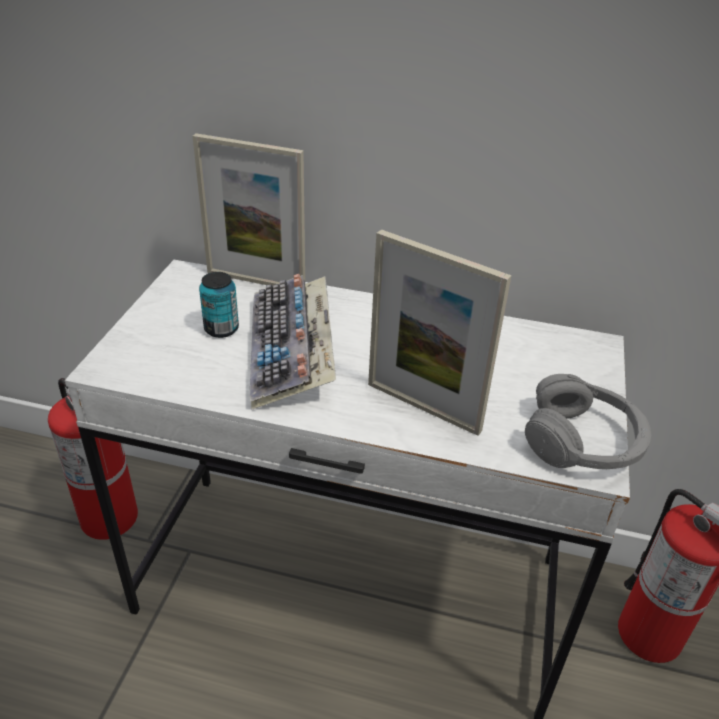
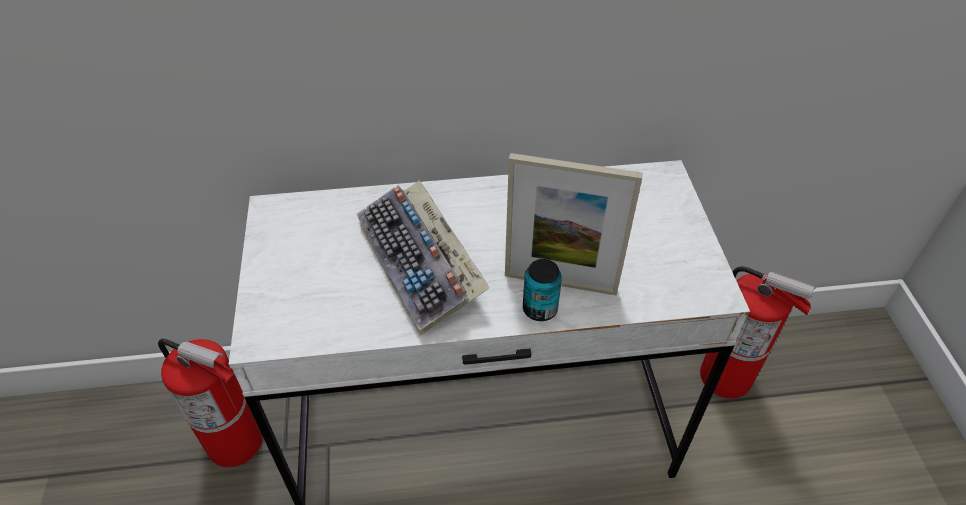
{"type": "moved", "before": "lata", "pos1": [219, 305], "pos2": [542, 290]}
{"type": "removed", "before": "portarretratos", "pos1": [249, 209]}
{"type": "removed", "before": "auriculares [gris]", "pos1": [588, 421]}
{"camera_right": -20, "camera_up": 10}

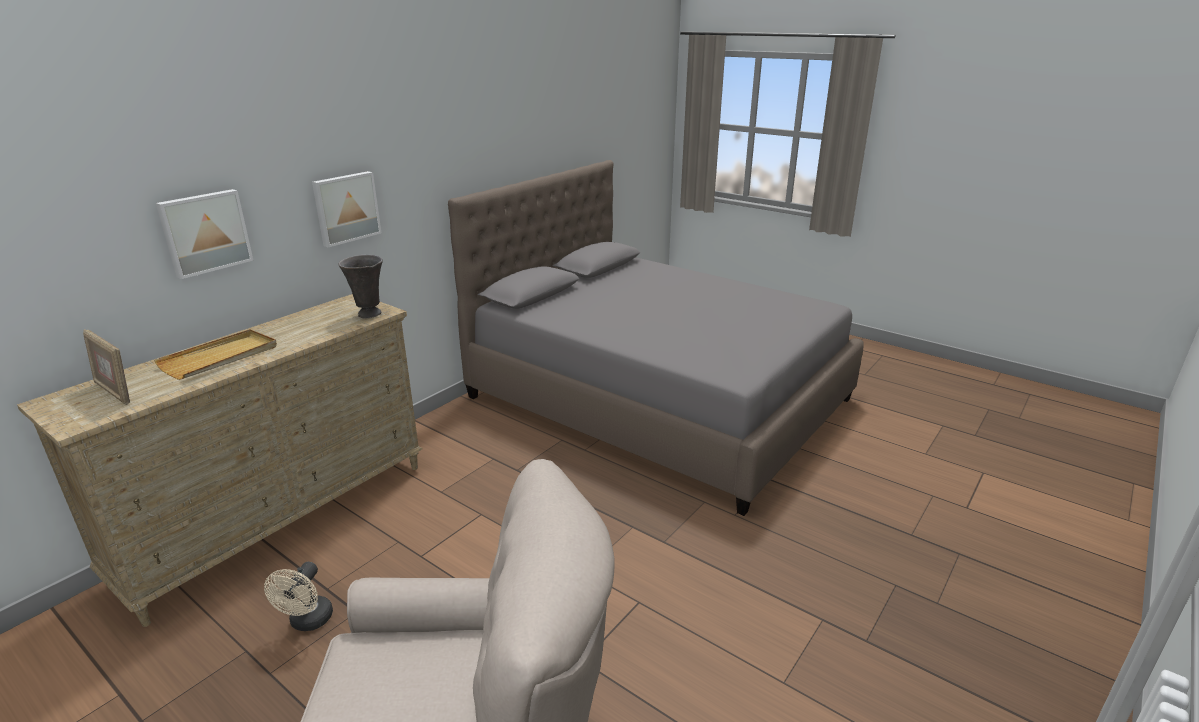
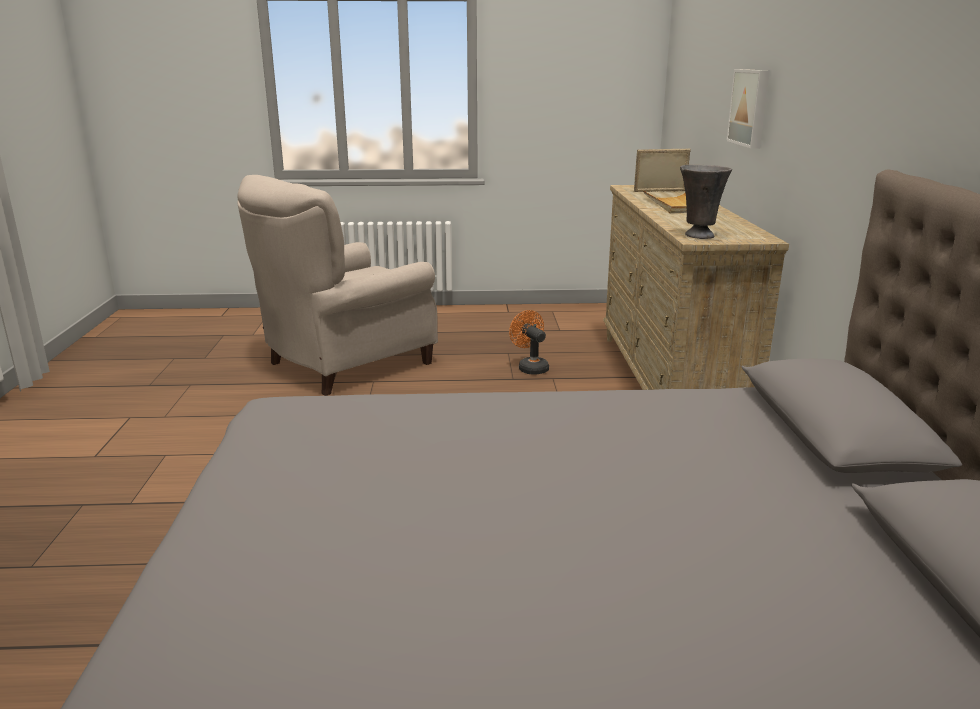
{"type": "recoloured", "before": "ventilador [beis]", "after": "ventilador [naranja]", "pos1": [298, 596], "pos2": [529, 342]}
{"type": "removed", "before": "cuadro", "pos1": [347, 209]}
{"camera_right": 140, "camera_up": -5}

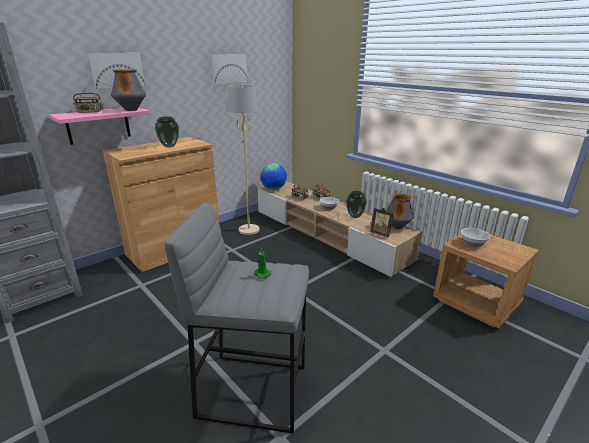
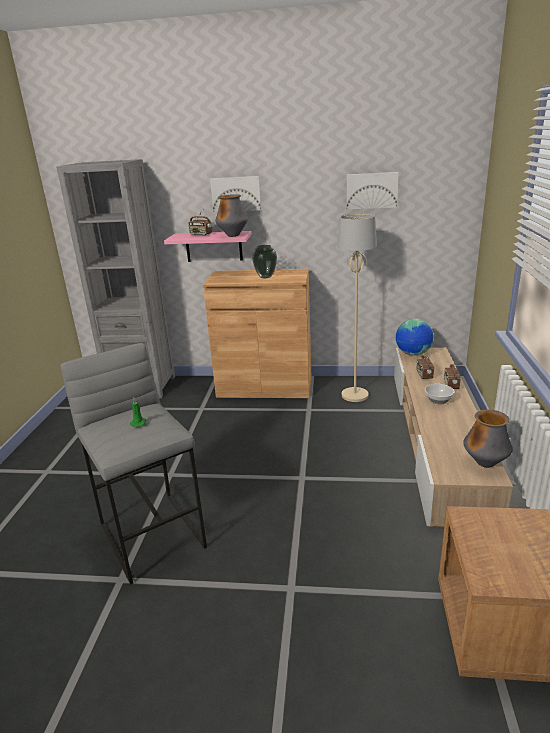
{"type": "removed", "before": "florero", "pos1": [356, 204]}
{"type": "removed", "before": "portarretratos", "pos1": [381, 222]}
{"type": "removed", "before": "cuenco", "pos1": [475, 237]}
{"camera_right": 50, "camera_up": 0}

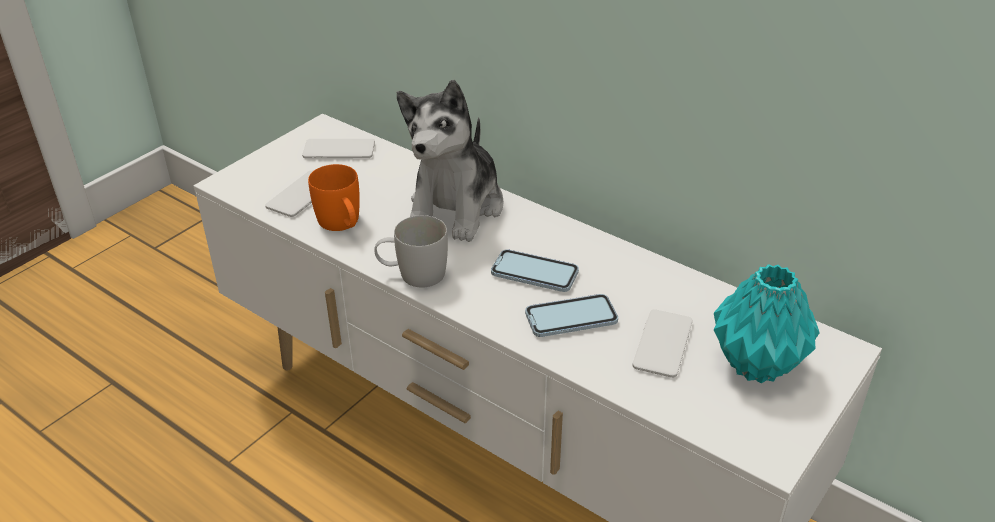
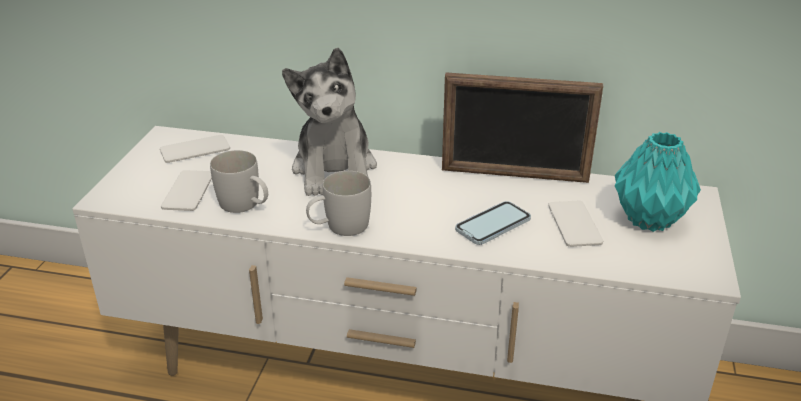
{"type": "recoloured", "before": "taza grande [naranja]", "after": "taza grande [blanco]", "pos1": [334, 197], "pos2": [239, 181]}
{"type": "added", "after": "portarretratos", "pos2": [522, 128]}
{"type": "removed", "before": "móvil", "pos1": [535, 270]}
{"camera_right": -25, "camera_up": -5}

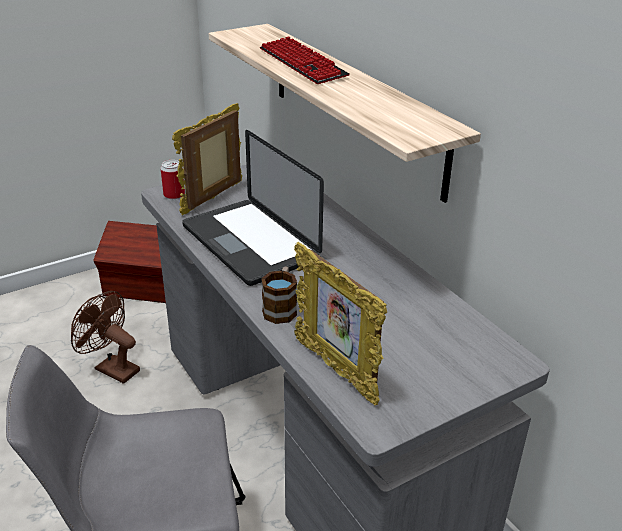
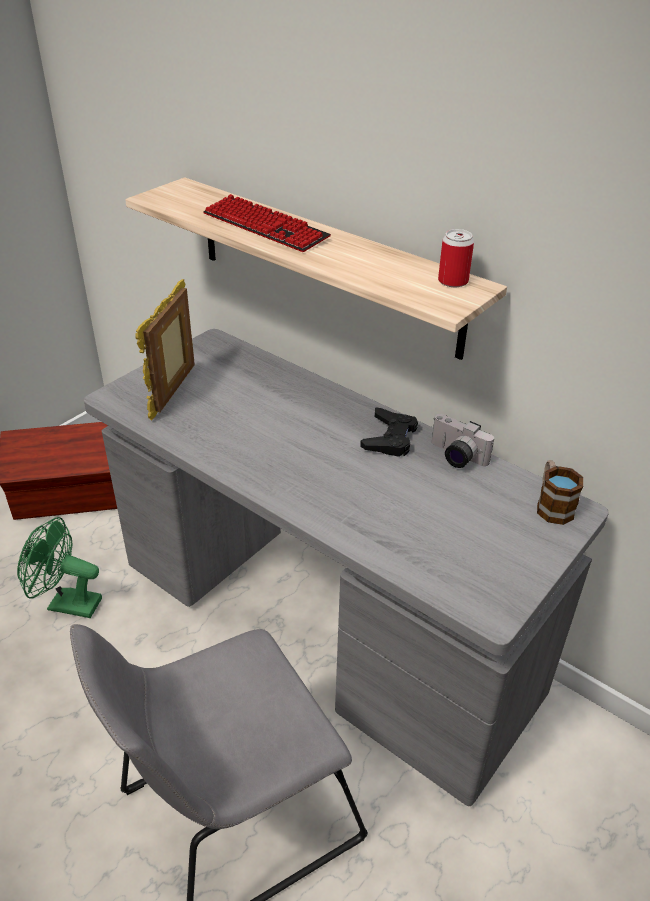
{"type": "recoloured", "before": "ventilador [marrón]", "after": "ventilador [verde]", "pos1": [105, 337], "pos2": [59, 567]}
{"type": "added", "after": "mando de consola [negro]", "pos2": [389, 432]}
{"type": "added", "after": "cámara", "pos2": [463, 441]}
{"type": "moved", "before": "lata", "pos1": [172, 179], "pos2": [456, 258]}
{"type": "moved", "before": "taza grande", "pos1": [279, 295], "pos2": [560, 492]}
{"type": "removed", "before": "portátil", "pos1": [253, 208]}
{"type": "removed", "before": "portarretratos", "pos1": [340, 323]}
{"camera_right": -20, "camera_up": 5}

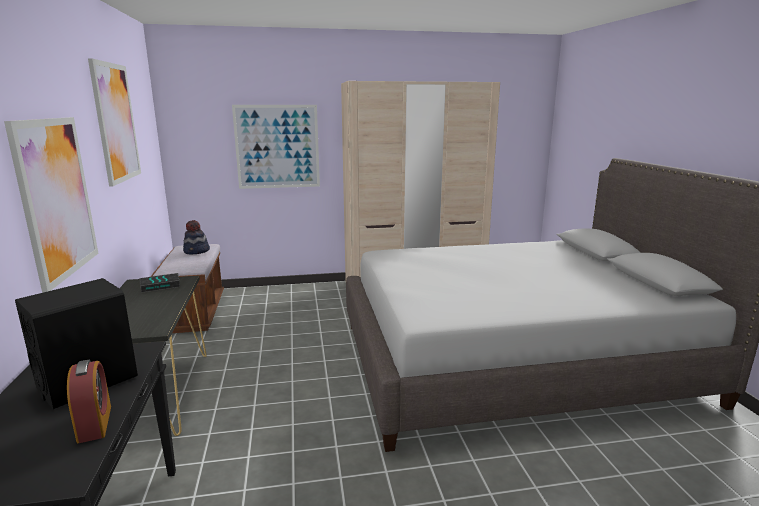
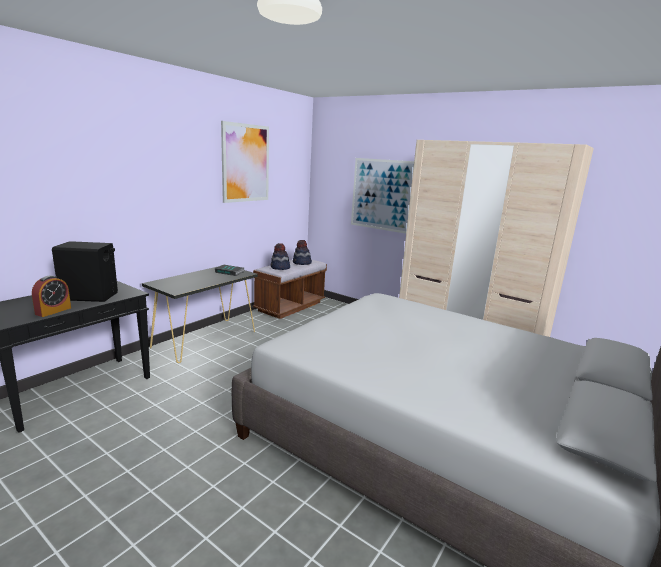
{"type": "added", "after": "sombrero", "pos2": [280, 256]}
{"type": "removed", "before": "cuadro", "pos1": [51, 205]}
{"camera_right": 45, "camera_up": 0}

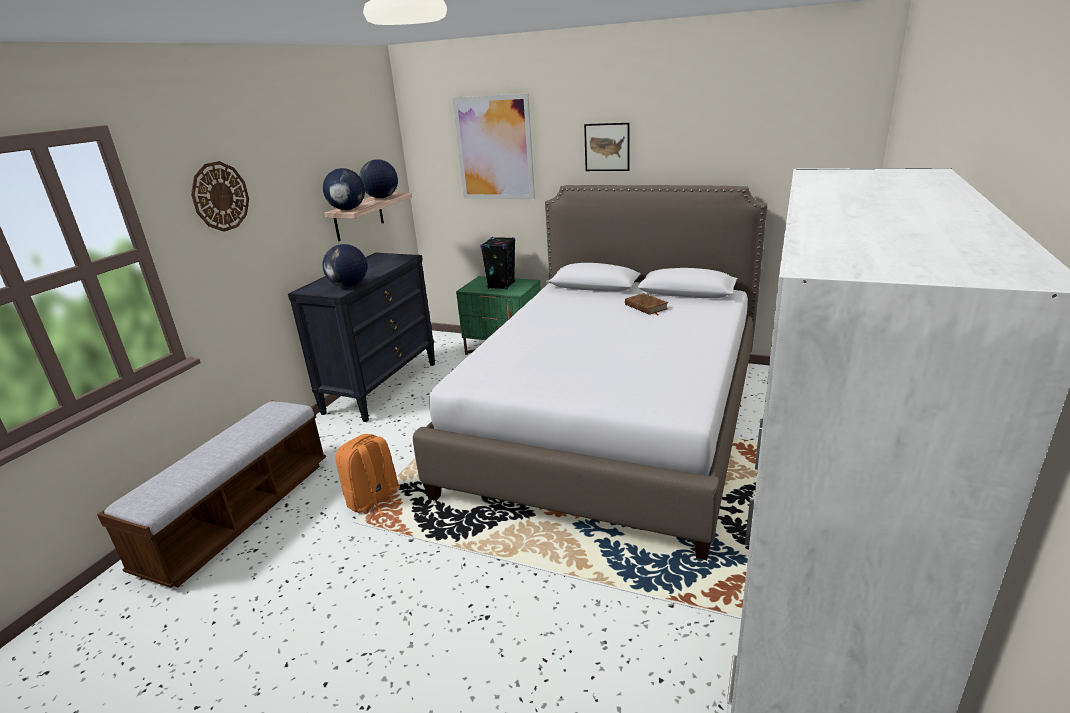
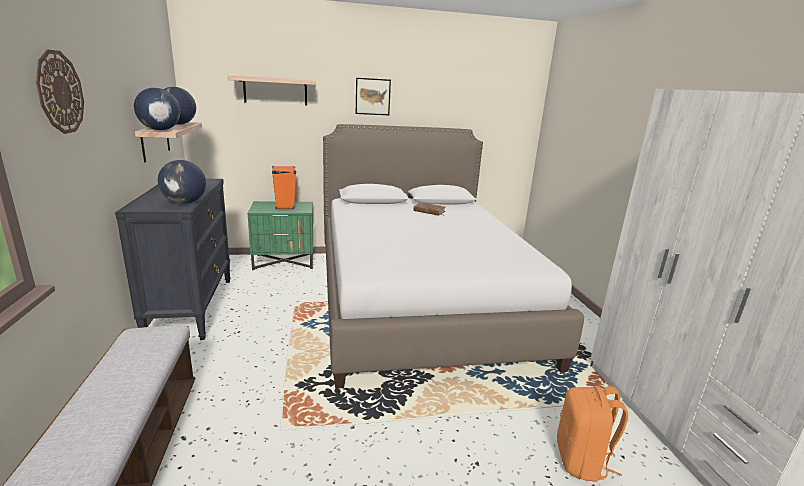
{"type": "replaced", "before": "cuadro", "after": "estante", "pos1": [494, 146], "pos2": [271, 90]}
{"type": "recoloured", "before": "altavoz [negro]", "after": "altavoz [naranja]", "pos1": [498, 263], "pos2": [284, 188]}
{"type": "moved", "before": "mochila [naranja]", "pos1": [369, 475], "pos2": [592, 434]}
{"camera_right": -35, "camera_up": -5}

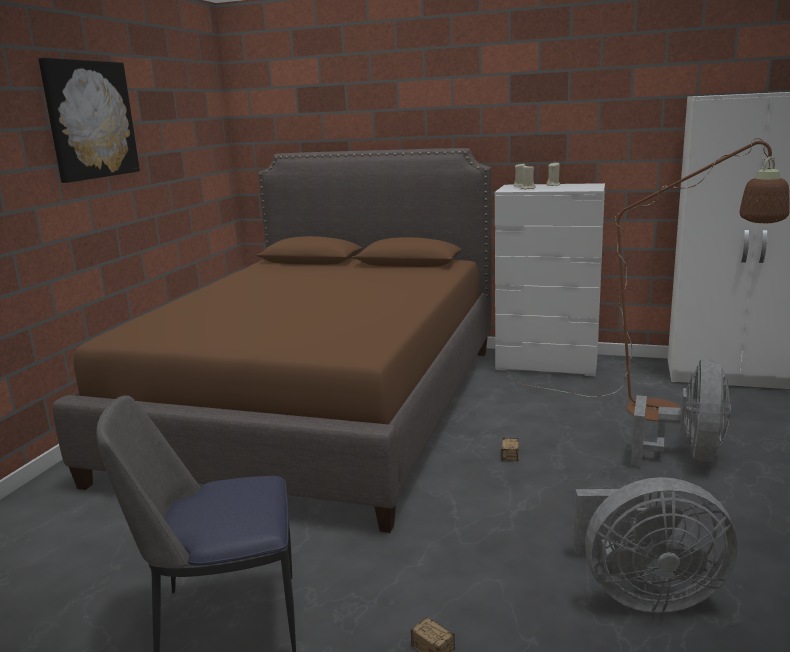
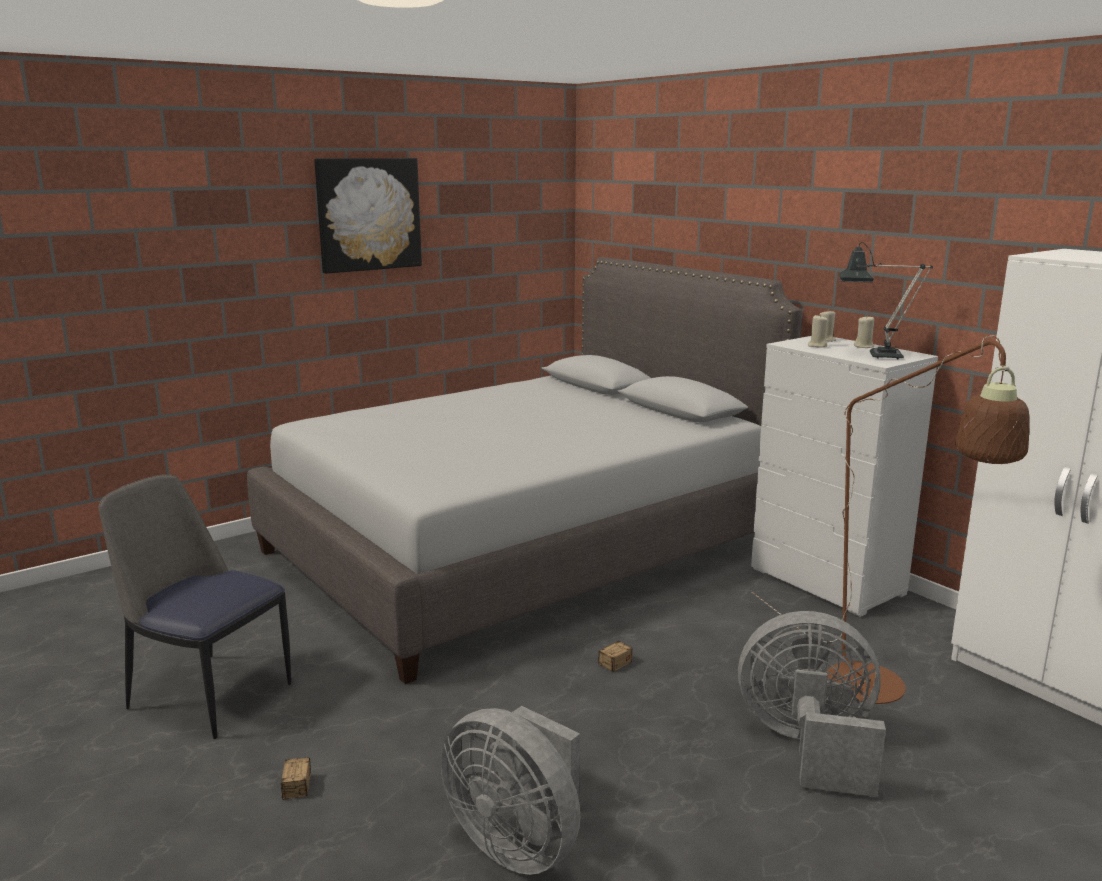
{"type": "recoloured", "before": "cama [marrón]", "after": "cama [gris]", "pos1": [272, 340], "pos2": [524, 470]}
{"type": "turned", "before": "ventilador [gris]", "pos1": [681, 412], "pos2": [812, 704], "turn": -135}
{"type": "added", "after": "lámpara de mesa", "pos2": [886, 300]}
{"camera_right": 35, "camera_up": 0}

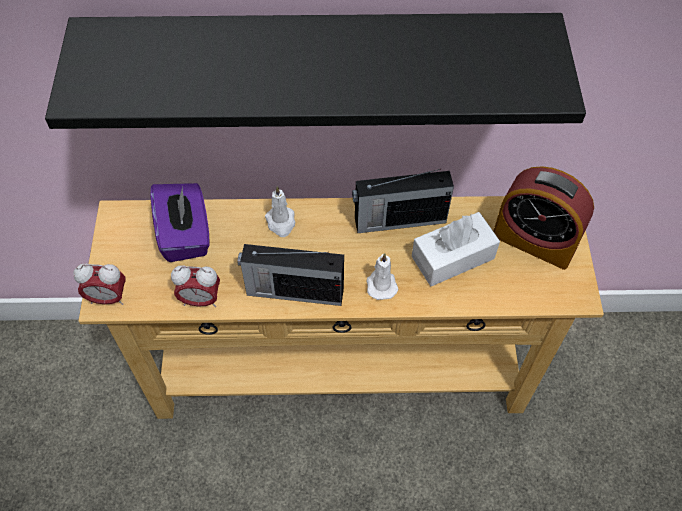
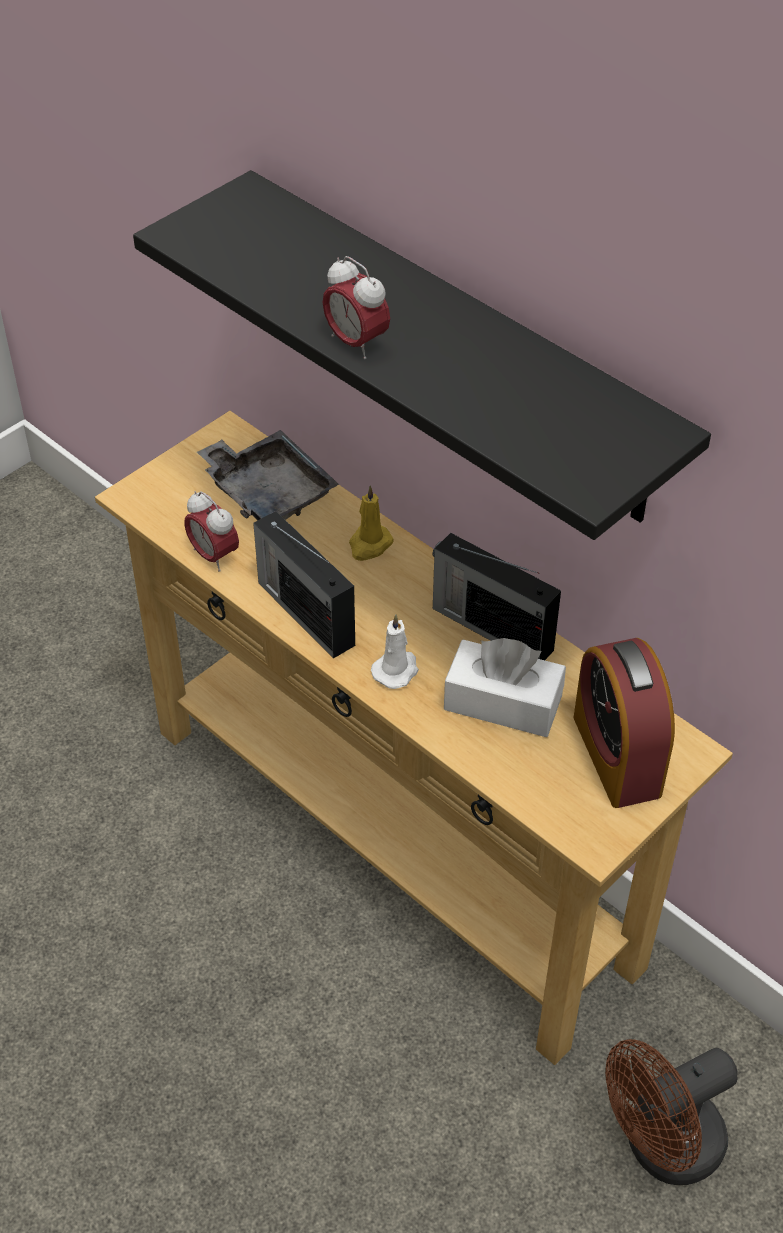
{"type": "replaced", "before": "caja de pañuelos [morado]", "after": "bandeja [gris]", "pos1": [180, 222], "pos2": [268, 475]}
{"type": "moved", "before": "despertador", "pos1": [99, 284], "pos2": [356, 307]}
{"type": "recoloured", "before": "vela [blanco]", "after": "vela [amarillo]", "pos1": [280, 211], "pos2": [371, 523]}
{"type": "added", "after": "ventilador [marrón]", "pos2": [671, 1112]}
{"camera_right": 45, "camera_up": -10}

